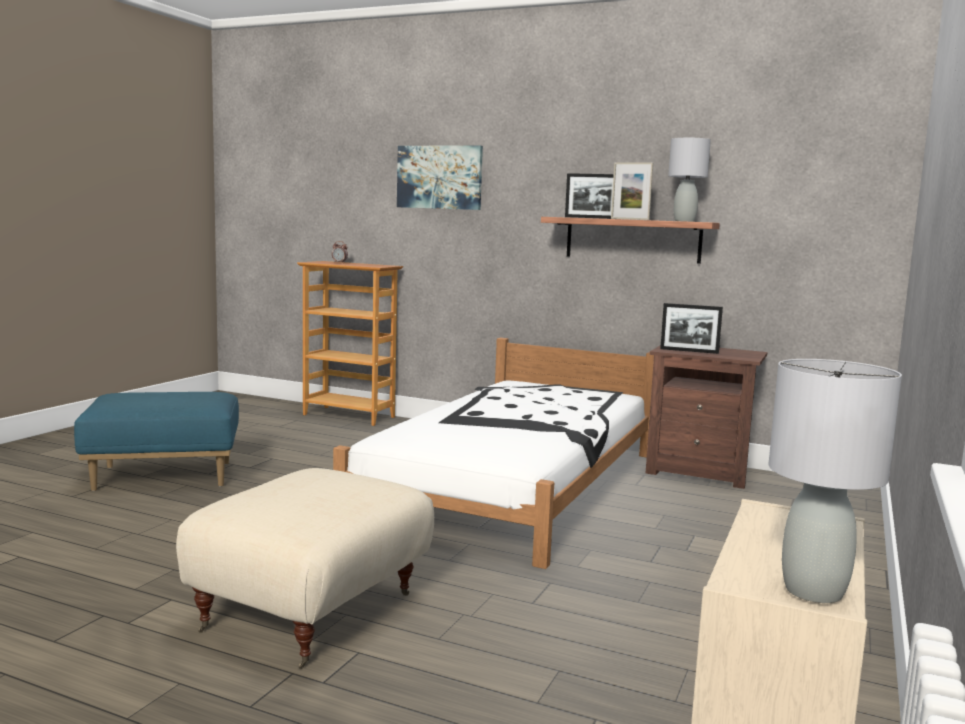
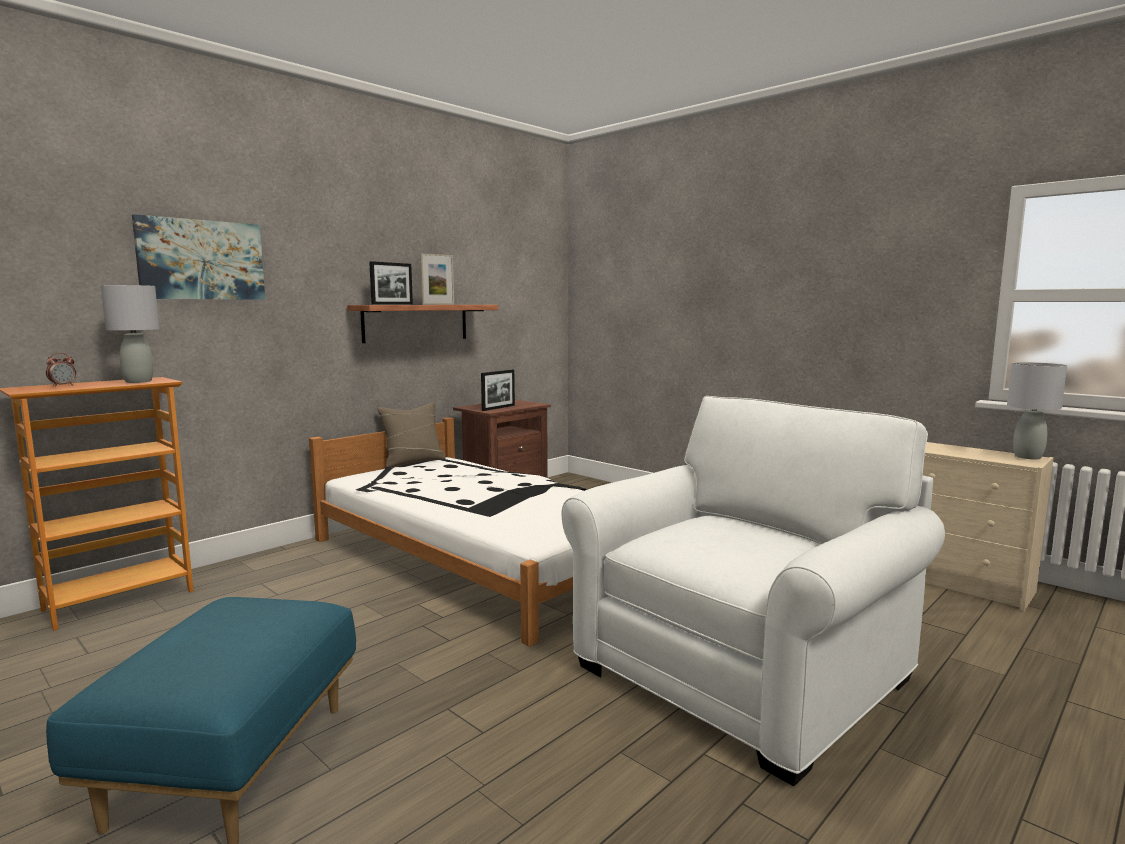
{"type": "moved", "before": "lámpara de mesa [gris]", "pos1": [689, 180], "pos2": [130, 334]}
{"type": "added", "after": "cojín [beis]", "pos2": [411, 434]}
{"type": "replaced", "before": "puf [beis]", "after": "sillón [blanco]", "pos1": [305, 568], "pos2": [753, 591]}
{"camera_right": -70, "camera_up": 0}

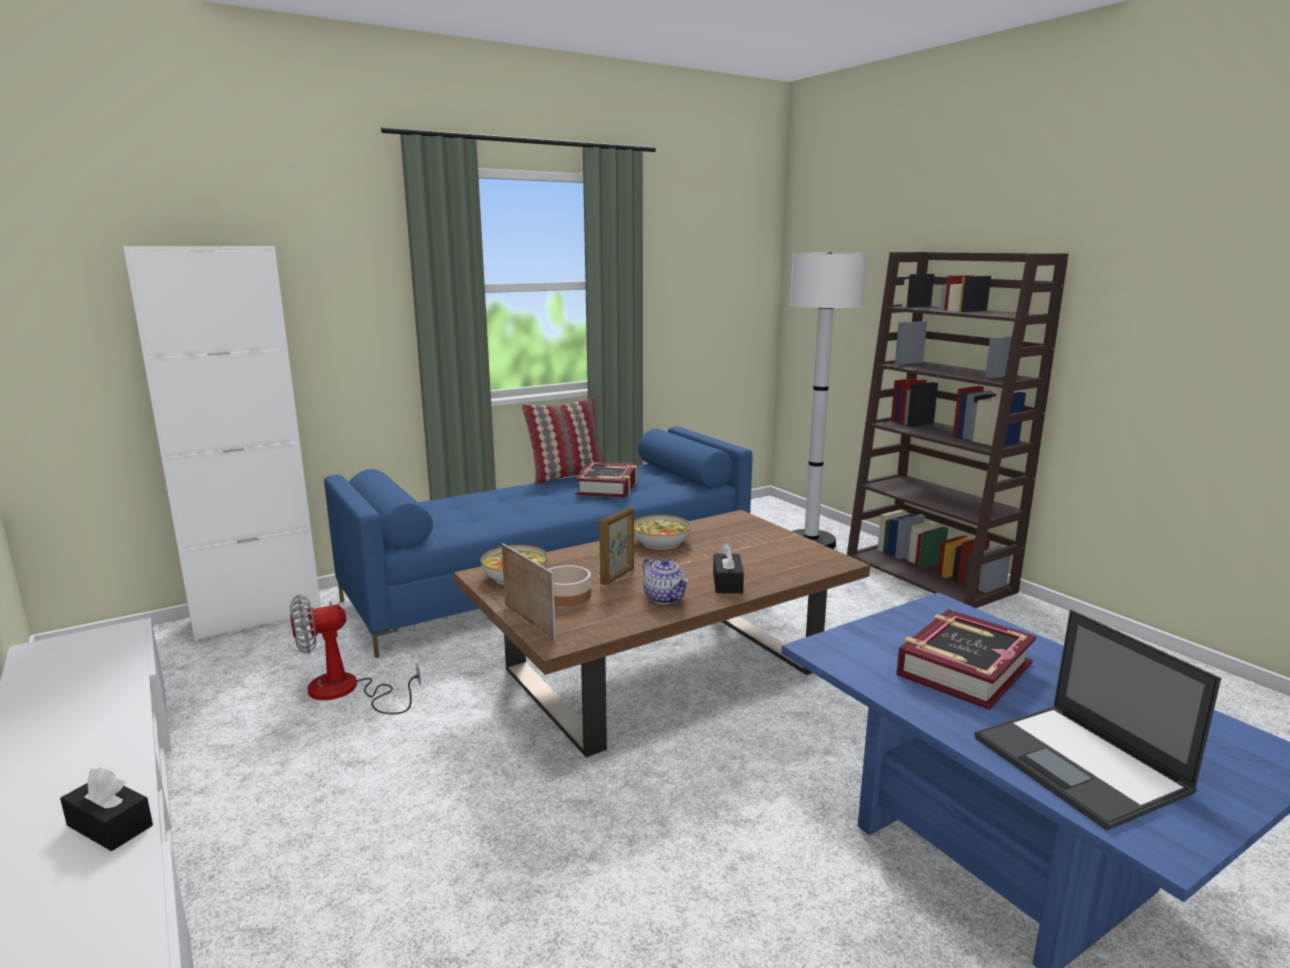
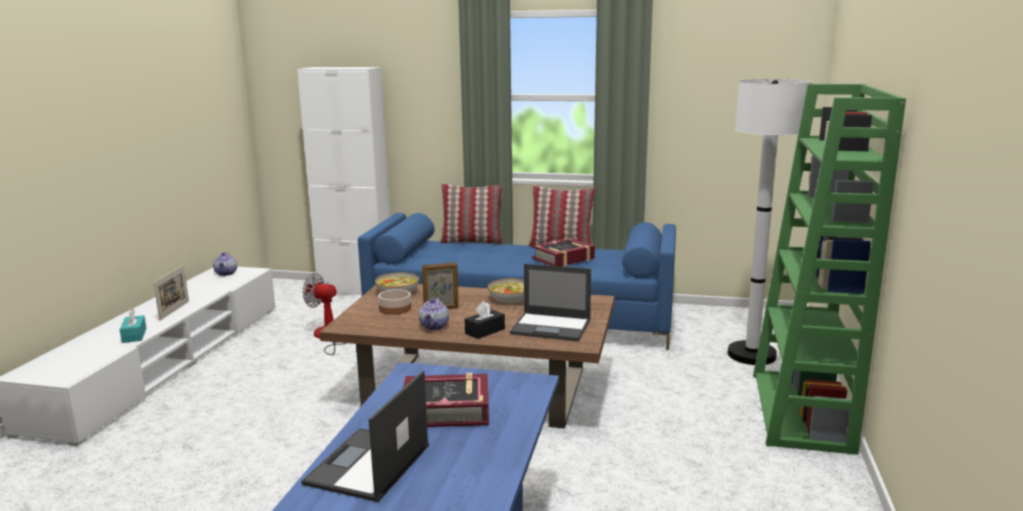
{"type": "recoloured", "before": "caja de pañuelos [negro]", "after": "caja de pañuelos [turquesa]", "pos1": [106, 809], "pos2": [133, 325]}
{"type": "moved", "before": "portarretratos", "pos1": [529, 591], "pos2": [171, 293]}
{"type": "added", "after": "tetera", "pos2": [225, 264]}
{"type": "added", "after": "cojín", "pos2": [471, 214]}
{"type": "added", "after": "portátil", "pos2": [550, 302]}
{"type": "recoloured", "before": "estantería [marrón]", "after": "estantería [verde]", "pos1": [957, 430], "pos2": [829, 269]}
{"camera_right": 45, "camera_up": 0}

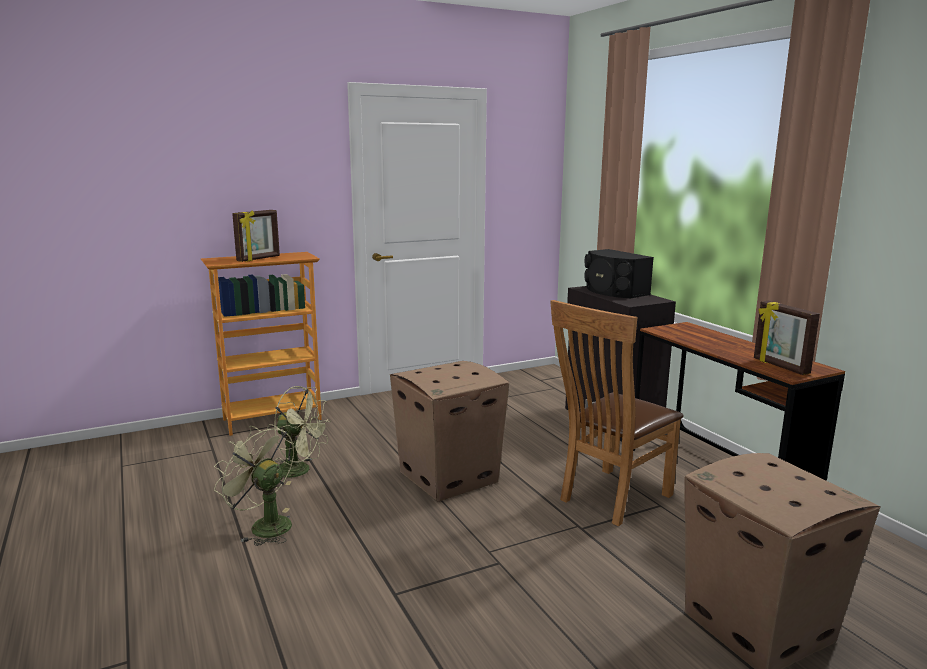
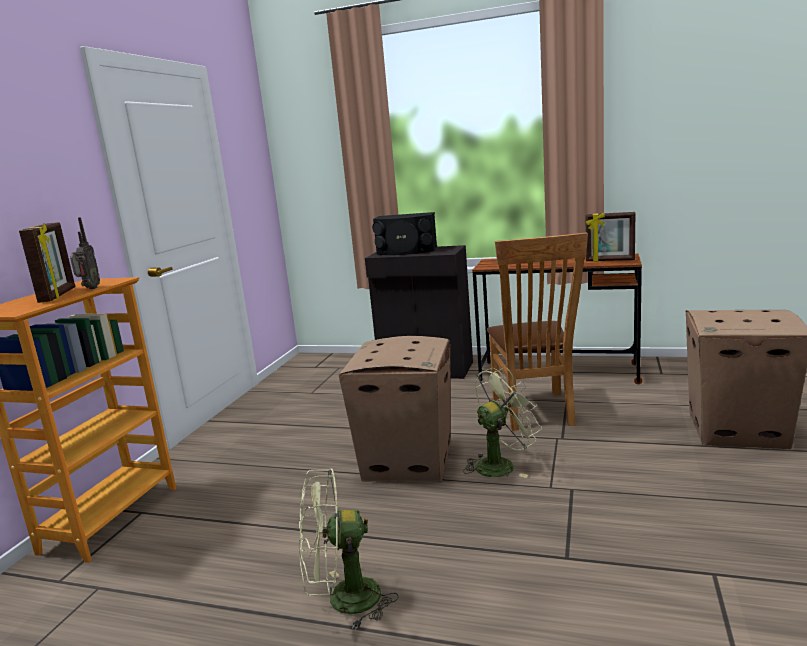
{"type": "added", "after": "radio", "pos2": [85, 253]}
{"type": "moved", "before": "ventilador [verde]", "pos1": [302, 435], "pos2": [502, 422]}
{"camera_right": -45, "camera_up": 0}

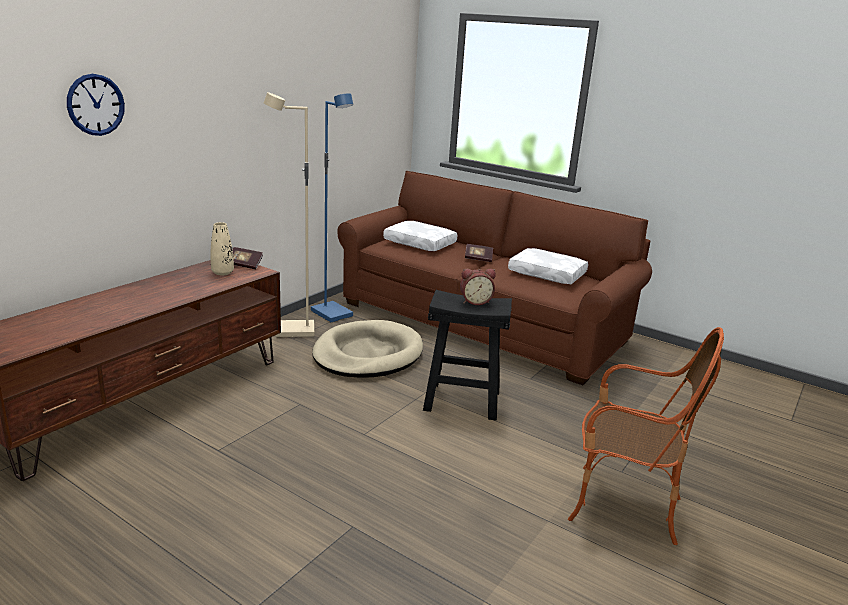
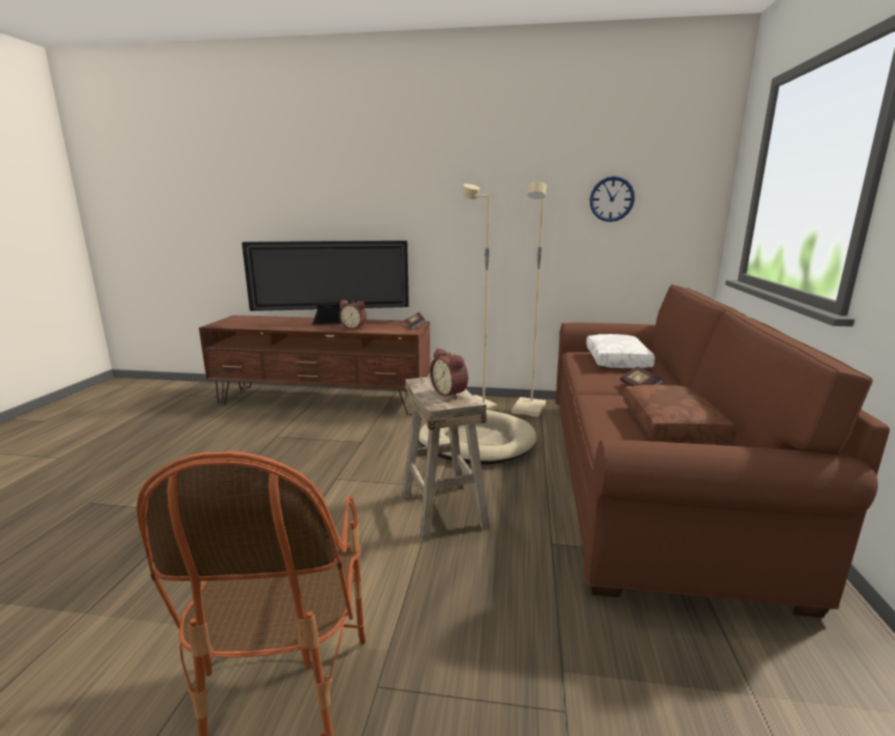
{"type": "added", "after": "televisor", "pos2": [325, 282]}
{"type": "added", "after": "despertador", "pos2": [353, 314]}
{"type": "recoloured", "before": "taburete [negro]", "after": "taburete [beis]", "pos1": [467, 355], "pos2": [446, 459]}
{"type": "recoloured", "before": "lámpara de pie [azul]", "after": "lámpara de pie [beis]", "pos1": [332, 207], "pos2": [529, 299]}
{"type": "moved", "before": "reloj de pared", "pos1": [96, 105], "pos2": [612, 199]}
{"type": "recoloured", "before": "cojín [blanco]", "after": "cojín [marrón]", "pos1": [548, 266], "pos2": [679, 414]}
{"type": "removed", "before": "florero [beis]", "pos1": [222, 248]}
{"camera_right": 65, "camera_up": -5}

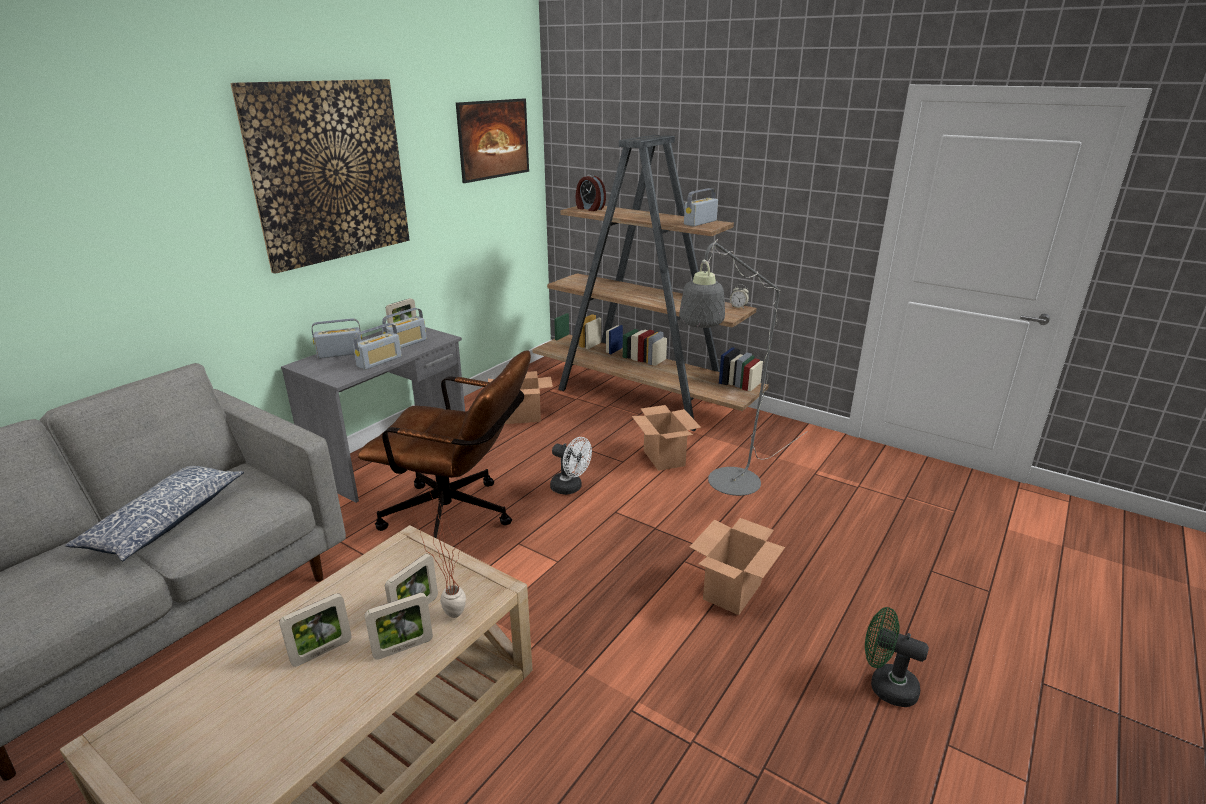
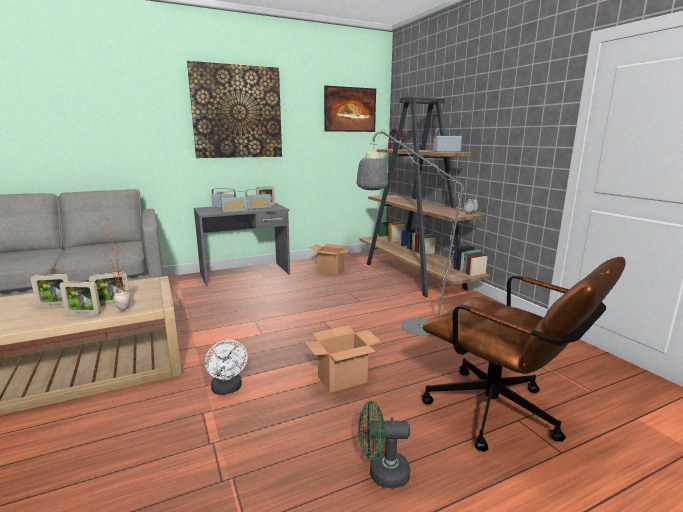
{"type": "moved", "before": "ventilador [blanco]", "pos1": [571, 466], "pos2": [226, 367]}
{"type": "turned", "before": "ventilador [verde]", "pos1": [897, 657], "pos2": [384, 445], "turn": -60}
{"type": "moved", "before": "silla de oficina [marrón]", "pos1": [444, 444], "pos2": [523, 354]}
{"type": "removed", "before": "cojín", "pos1": [154, 513]}
{"type": "removed", "before": "caja de cartón", "pos1": [666, 438]}
{"camera_right": 30, "camera_up": -10}

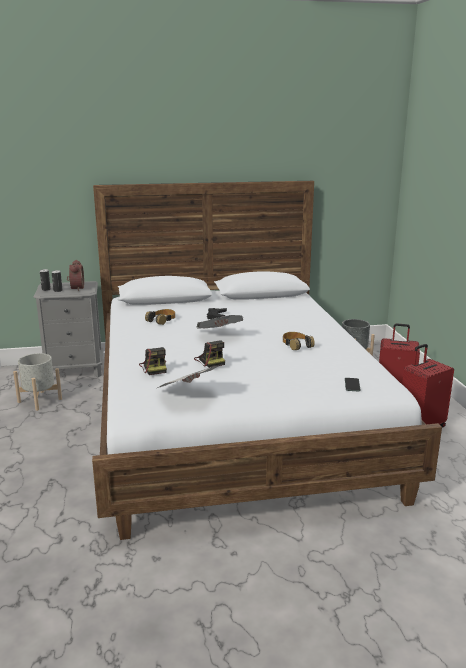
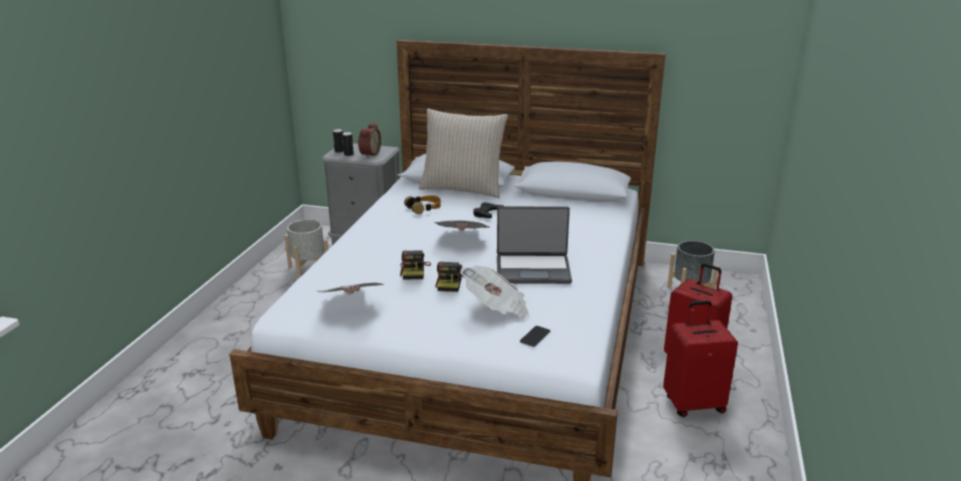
{"type": "added", "after": "cojín [beis]", "pos2": [463, 153]}
{"type": "moved", "before": "cámara", "pos1": [153, 361], "pos2": [449, 276]}
{"type": "added", "after": "periódico", "pos2": [495, 292]}
{"type": "replaced", "before": "auriculares", "after": "portátil", "pos1": [298, 341], "pos2": [534, 245]}
{"camera_right": 25, "camera_up": 5}

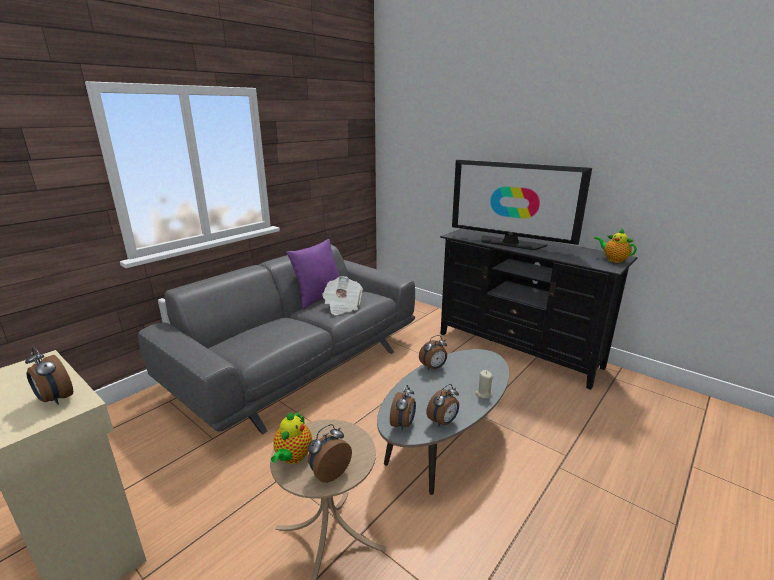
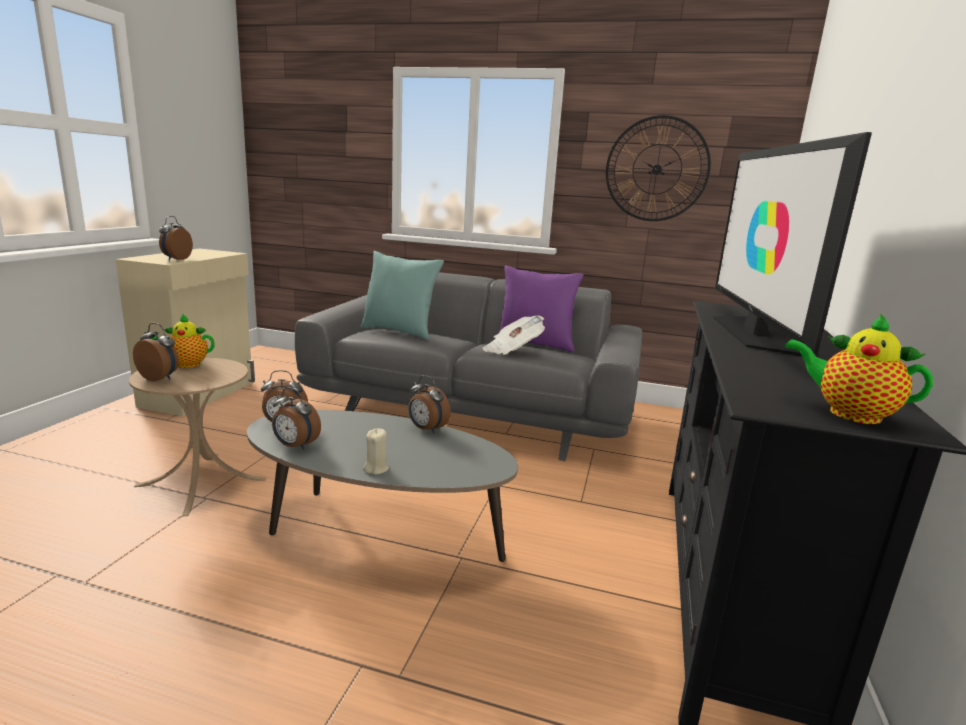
{"type": "added", "after": "cojín [turquesa]", "pos2": [402, 295]}
{"type": "added", "after": "reloj de pared", "pos2": [658, 168]}
{"type": "turned", "before": "tetera", "pos1": [615, 245], "pos2": [859, 368], "turn": -75}
{"camera_right": 65, "camera_up": -5}

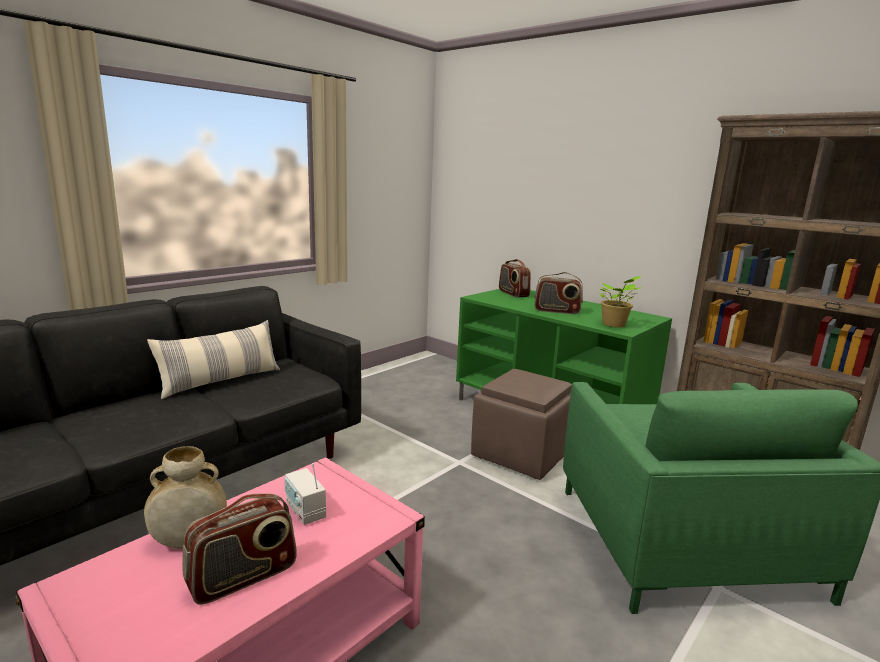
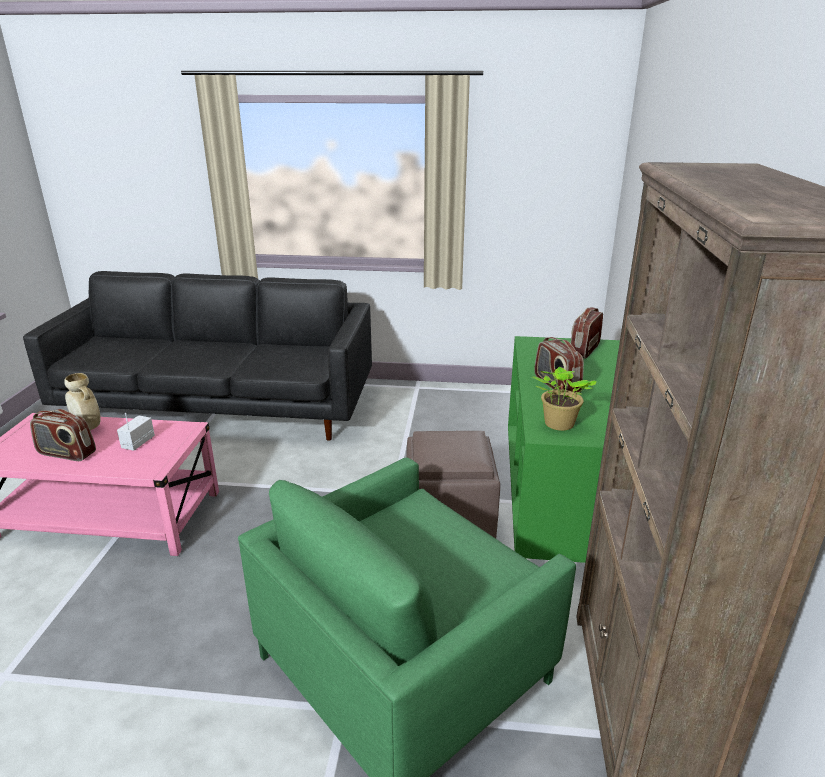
{"type": "removed", "before": "cojín", "pos1": [213, 359]}
{"camera_right": 55, "camera_up": 10}

